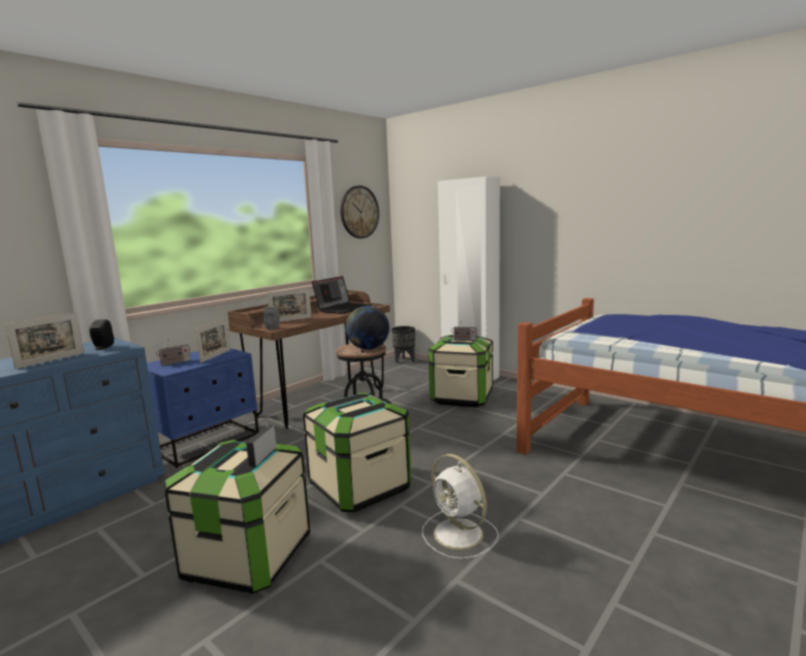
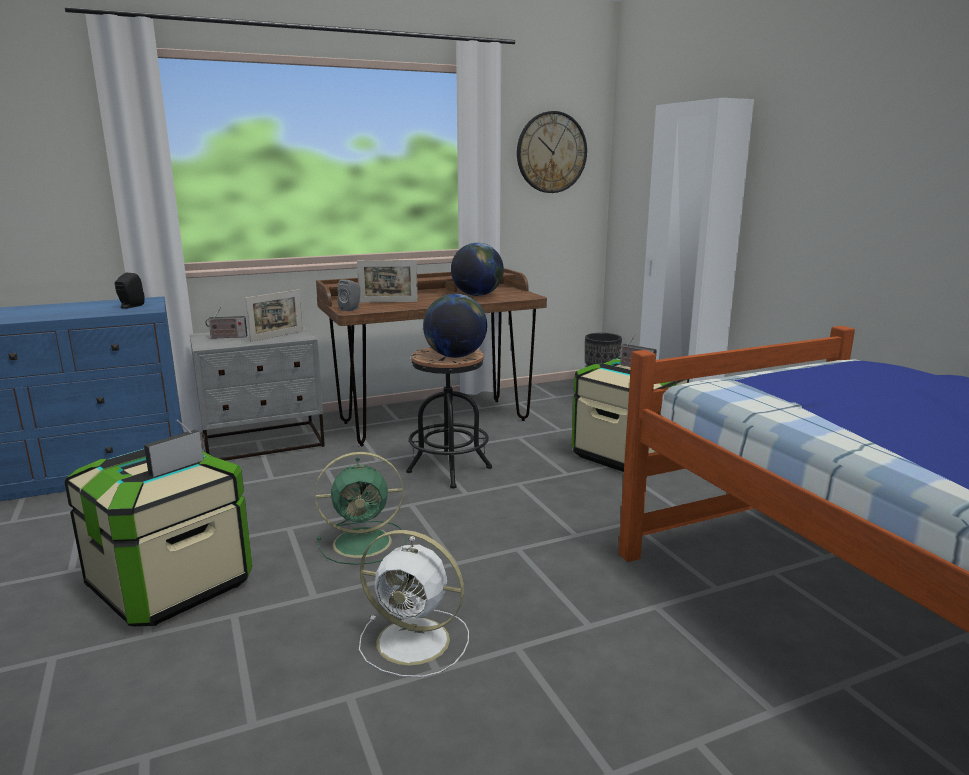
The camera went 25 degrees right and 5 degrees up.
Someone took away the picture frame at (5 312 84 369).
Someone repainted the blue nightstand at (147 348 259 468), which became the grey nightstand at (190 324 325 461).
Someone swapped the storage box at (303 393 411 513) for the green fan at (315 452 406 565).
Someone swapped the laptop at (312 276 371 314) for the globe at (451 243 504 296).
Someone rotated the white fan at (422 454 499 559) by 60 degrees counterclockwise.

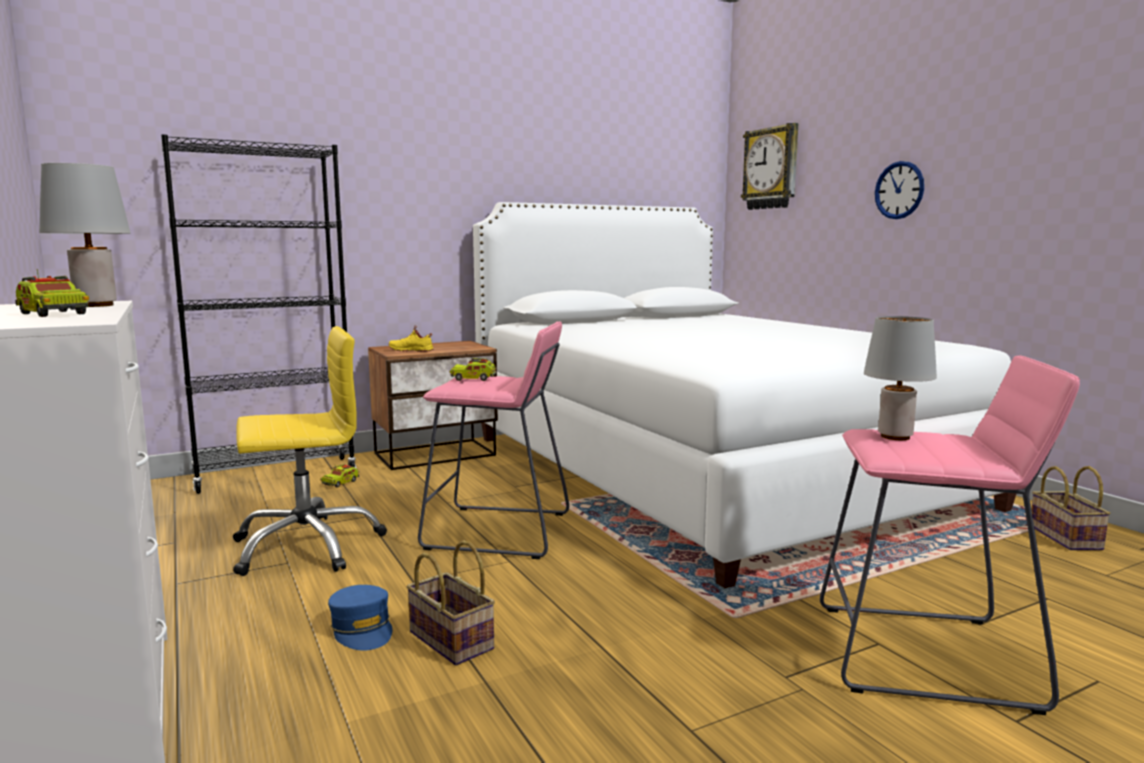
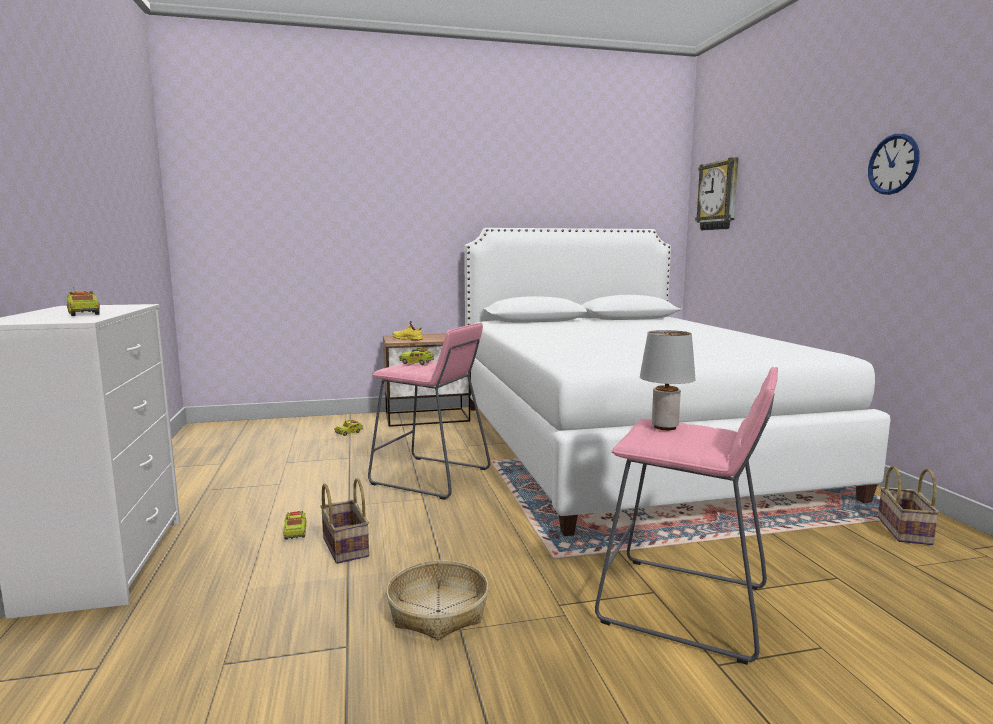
The camera went 15 degrees right and 0 degrees up.
Someone took away the grey table lamp at (39 163 131 307).
Someone took away the black bookcase at (161 135 356 494).
Someone took away the yellow office chair at (233 326 387 576).
Someone swapped the blue cap at (328 585 392 651) for the toy truck at (283 511 307 540).
Someone carried the wall clock from (875 161 924 219) to (868 134 920 195).
Someone put down the basket at (386 560 489 640).

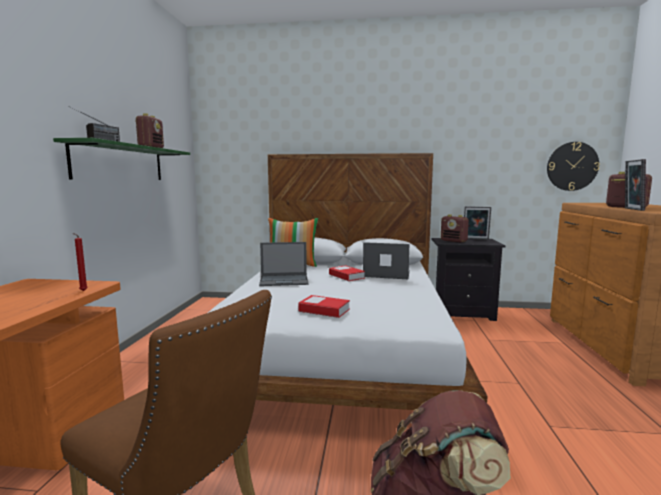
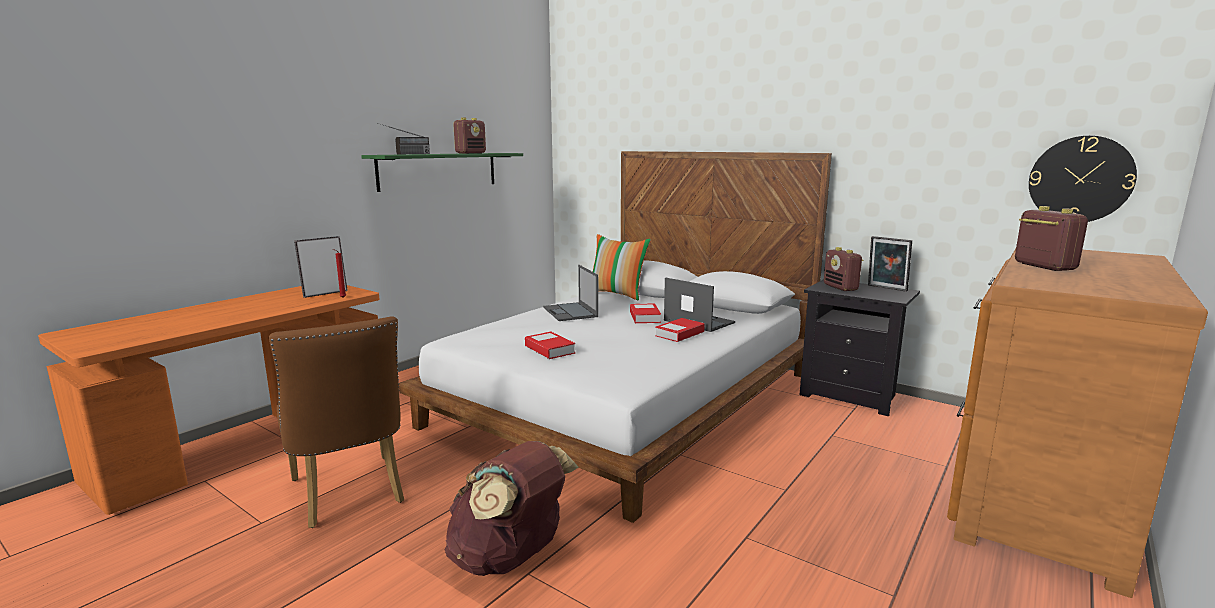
The camera went 30 degrees right and 5 degrees up.
Someone rotated the laptop at (259 242 309 286) by 45 degrees clockwise.
Someone carried the picture frame from (625 159 646 211) to (294 236 348 298).
Someone put down the book at (655 318 705 342).

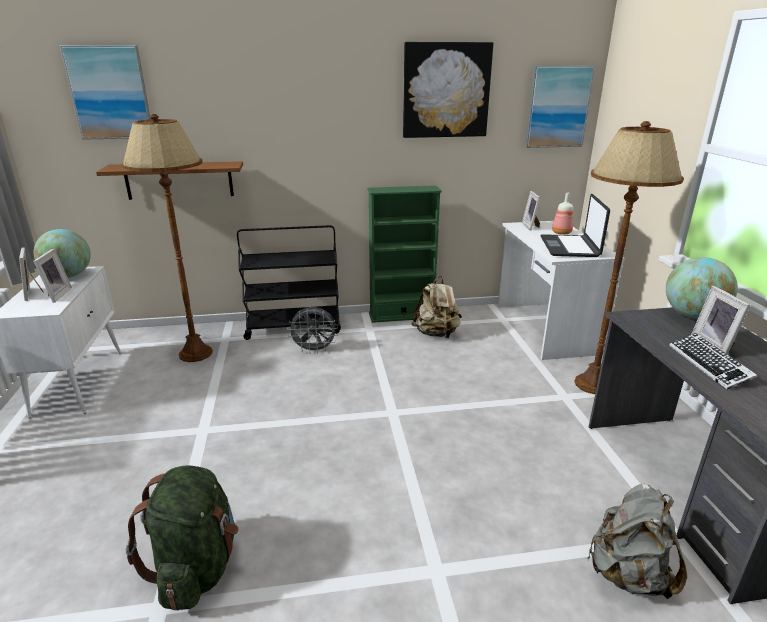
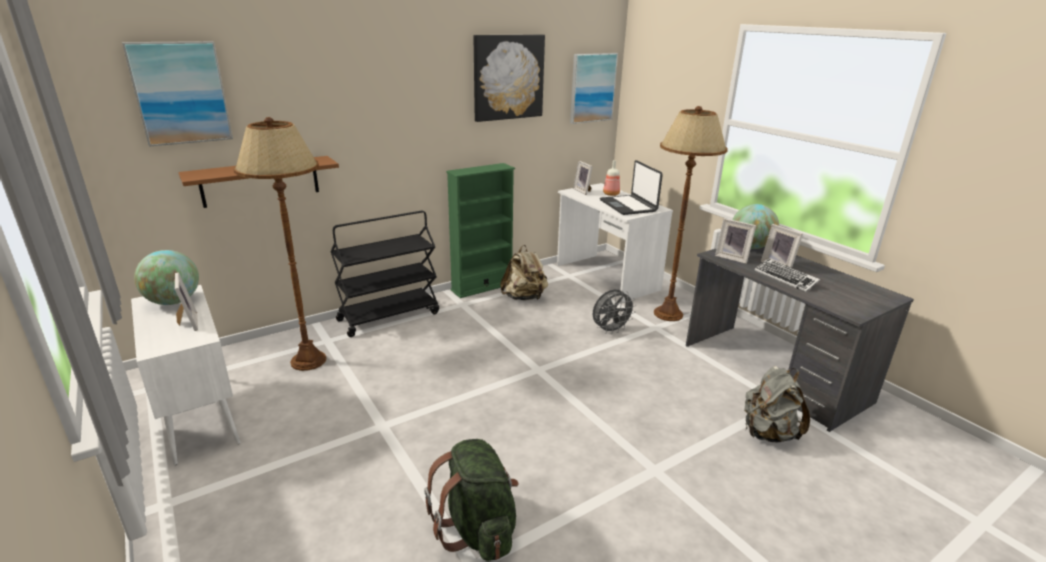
The camera went 25 degrees left and 0 degrees up.
Someone carried the picture frame from (19 248 45 301) to (715 218 756 264).
Someone carried the grey fan from (287 307 338 354) to (593 289 636 335).

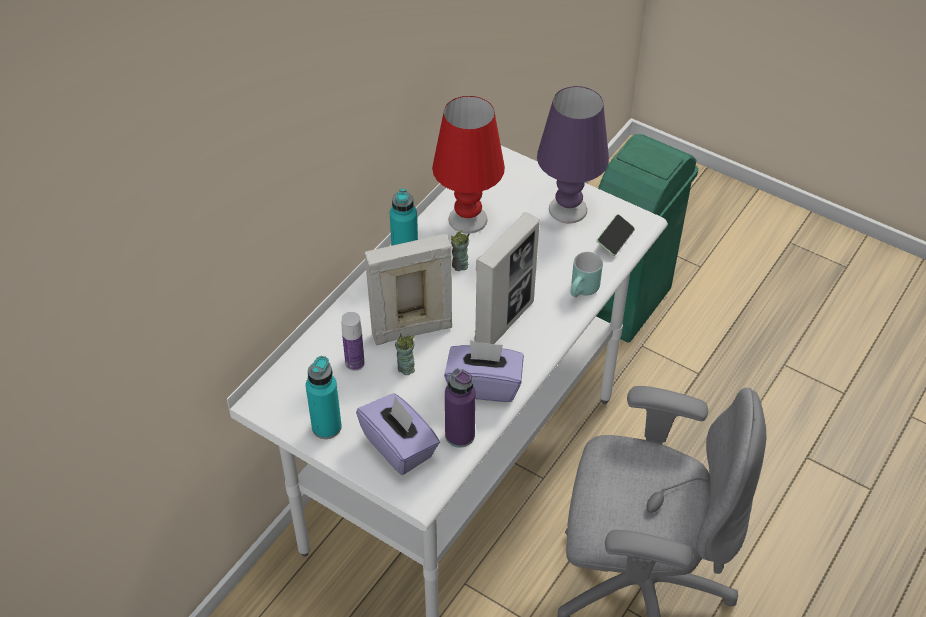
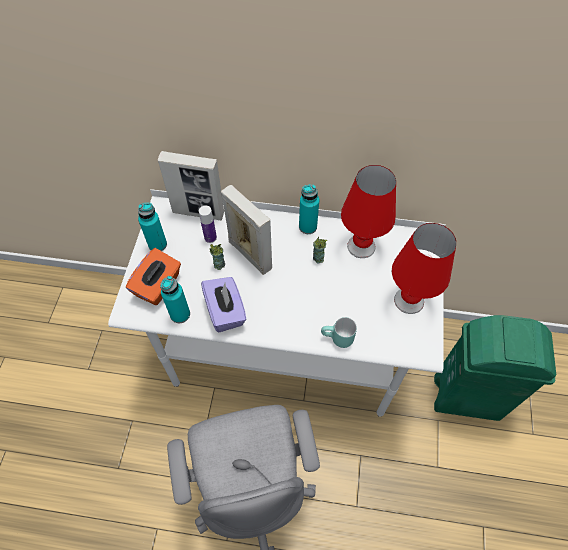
The camera went 65 degrees right and 10 degrees up.
Someone repainted the purple tissue box at (356 393 440 475), which became the orange tissue box at (126 248 181 305).
Someone repainted the purple bottle at (445 368 476 448), which became the turquoise bottle at (160 276 190 323).
Someone carried the picture frame from (475 212 540 344) to (158 151 224 220).
Someone repainted the purple table lamp at (537 86 609 223), which became the red table lamp at (391 223 456 314).
Someone took away the phone at (597 214 635 256).

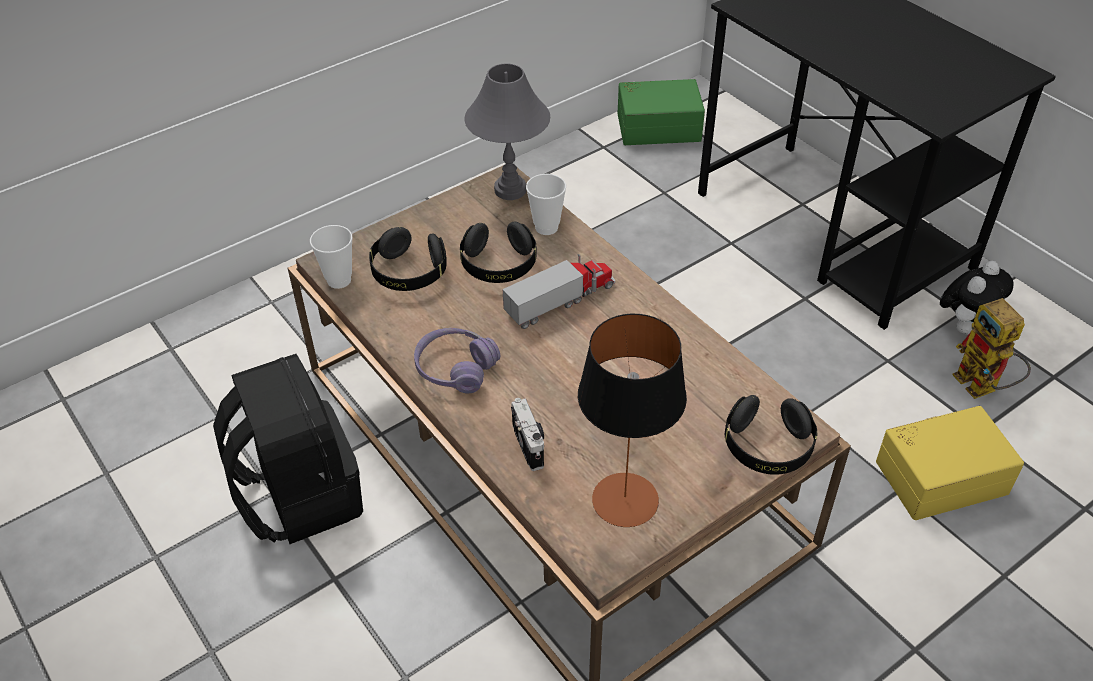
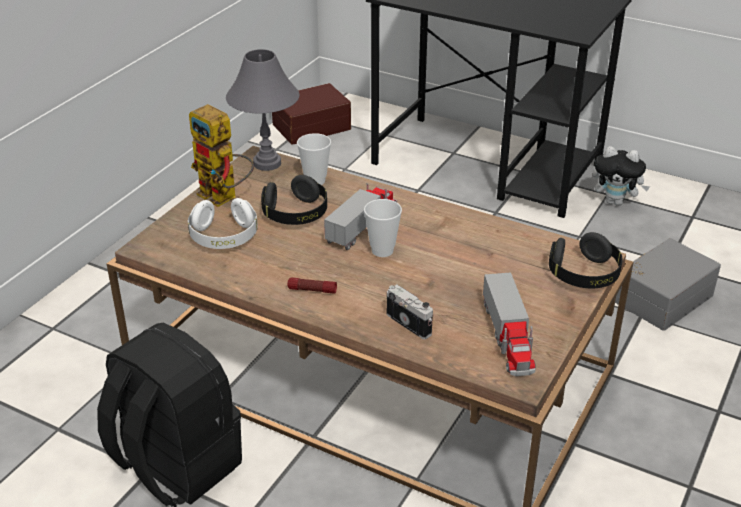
The camera went 25 degrees left and 10 degrees down.
Someone carried the cup from (310 225 353 289) to (364 199 402 257).
Someone repainted the black headphones at (369 227 447 291), which became the white headphones at (188 198 258 249).
Someone swapped the purple headphones at (414 328 500 394) for the flashlight at (287 277 337 294).
Someone swapped the table lamp at (578 314 687 527) for the toy truck at (483 272 536 376).
Someone repainted the green storage box at (618 79 705 145), which became the brown storage box at (272 83 351 145).
Someone repainted the yellow storage box at (876 406 1024 520), which became the grey storage box at (615 238 721 331).
Someone rotated the plush toy at (940 261 1013 335) by 90 degrees clockwise.
Someone carried the toy robot from (952 298 1031 399) to (189 104 254 207).

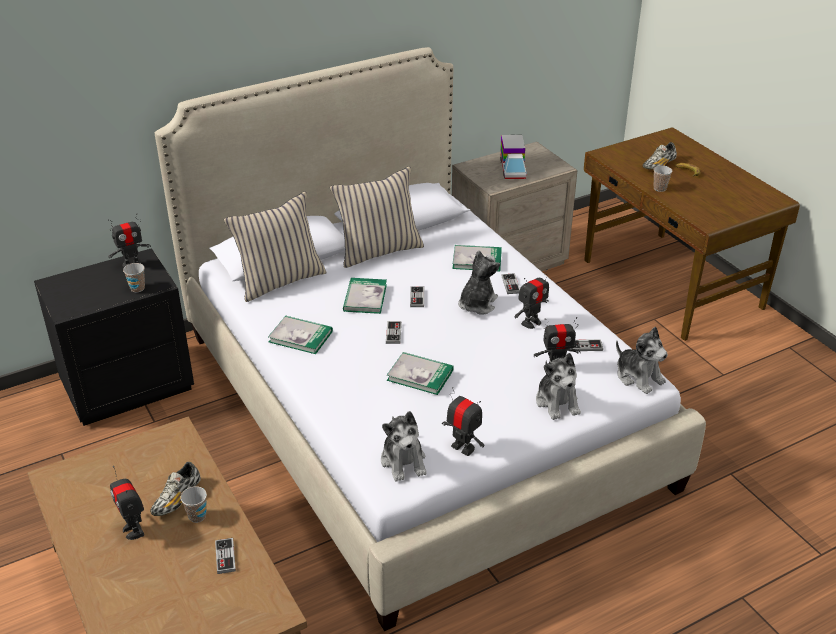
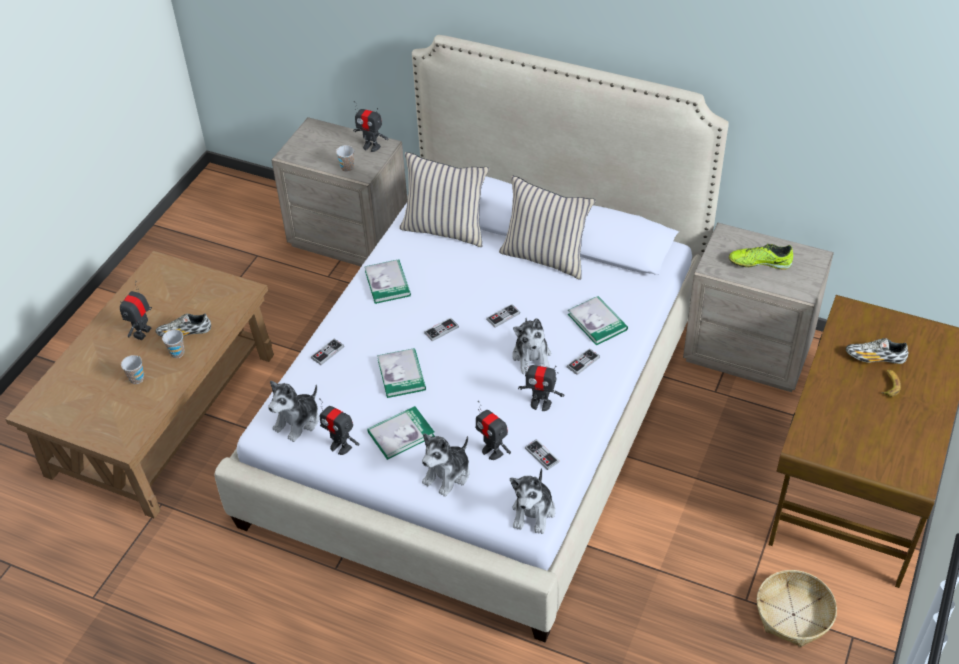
The camera went 55 degrees right and 10 degrees up.
Someone repainted the black nightstand at (34 248 194 426), which became the beige nightstand at (271 117 407 266).
Someone carried the game controller from (215 538 236 574) to (311 339 344 365).
Someone carried the book from (343 278 387 314) to (367 406 435 460).
Someone rotated the toy robot at (442 387 484 456) by 120 degrees clockwise.
Someone rotated the plush toy at (458 250 500 315) by 90 degrees clockwise.
Someone swapped the toy truck at (500 135 526 179) for the shoe at (729 244 793 270).
Someone carried the cup from (654 165 672 192) to (121 355 144 384).
Someone put down the basket at (757 570 837 647).

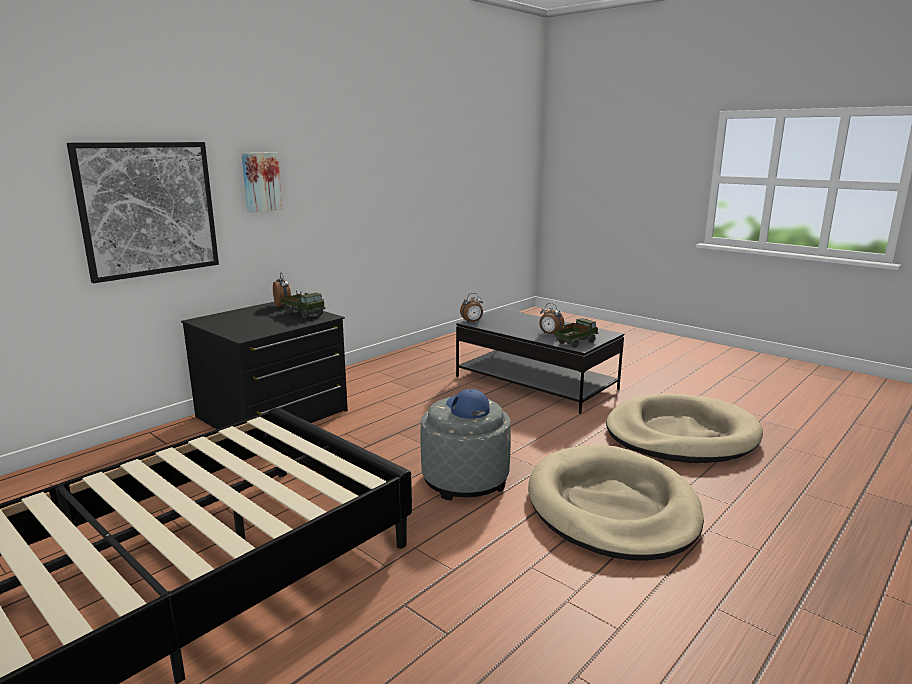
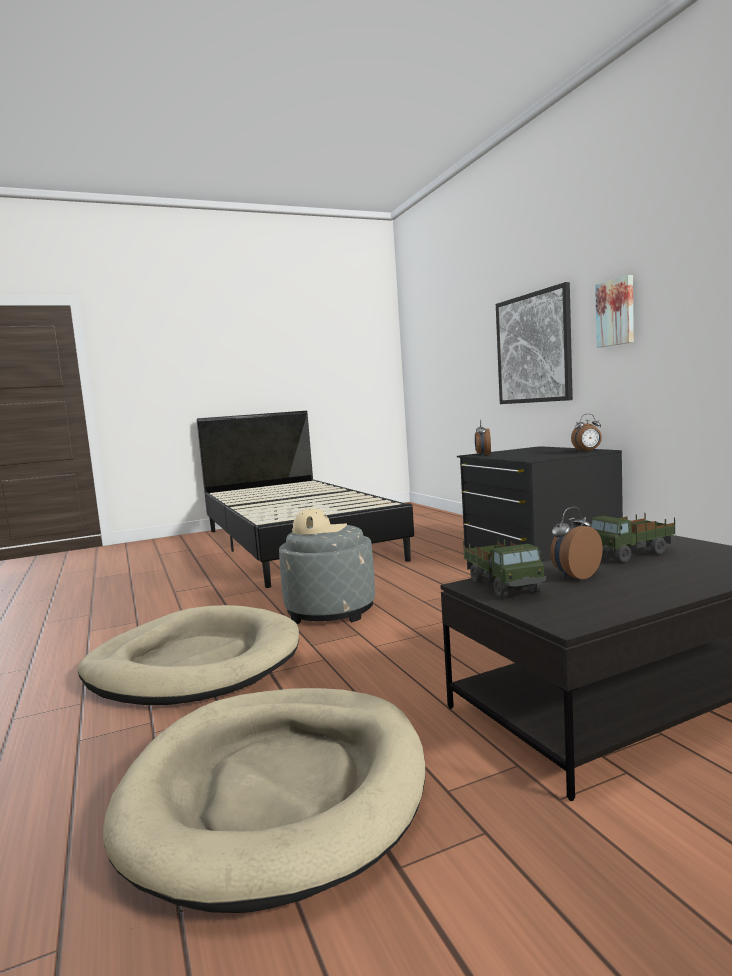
The camera went 115 degrees right and 10 degrees down.
Someone carried the toy truck from (280 290 326 319) to (591 513 675 563).
Someone repainted the blue cap at (446 389 490 419), which became the beige cap at (292 508 347 534).
Someone carried the alarm clock from (460 293 483 323) to (475 420 491 456).

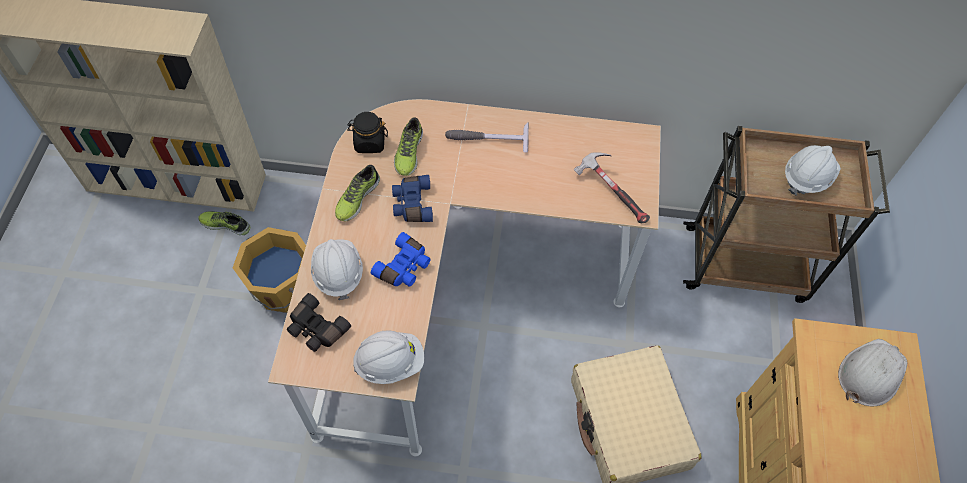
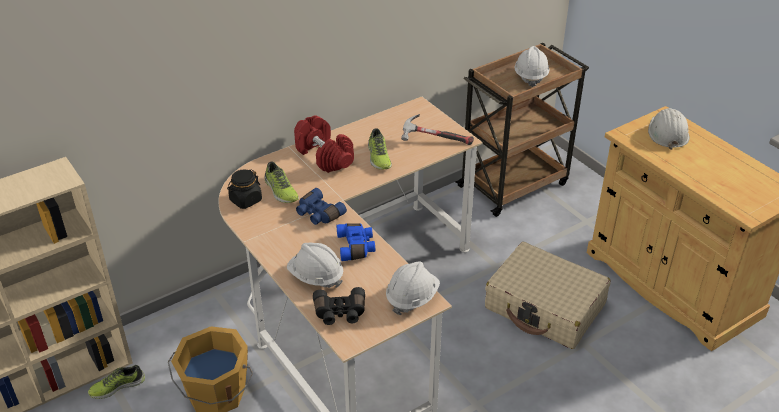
The camera went 40 degrees left and 20 degrees down.
Someone carried the shoe from (335 165 380 221) to (368 128 392 170).
Someone swapped the hammer at (445 122 529 152) for the red dumbbell at (294 115 354 173).

